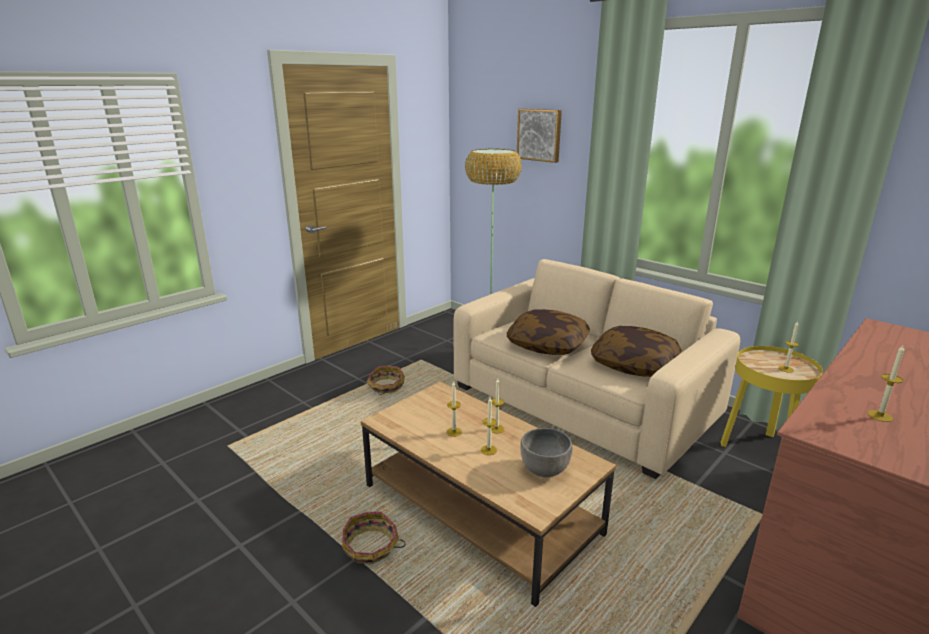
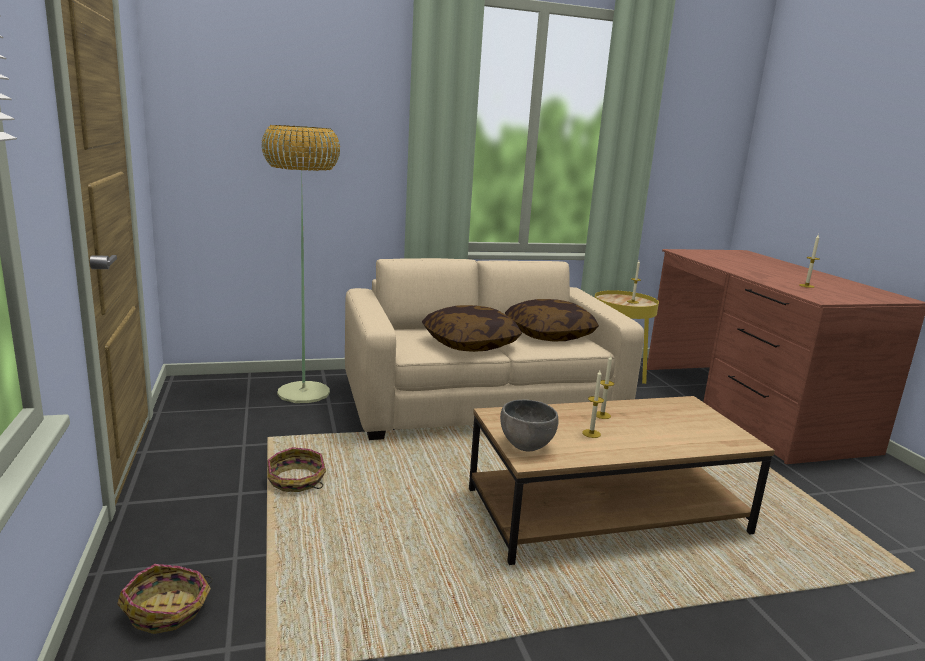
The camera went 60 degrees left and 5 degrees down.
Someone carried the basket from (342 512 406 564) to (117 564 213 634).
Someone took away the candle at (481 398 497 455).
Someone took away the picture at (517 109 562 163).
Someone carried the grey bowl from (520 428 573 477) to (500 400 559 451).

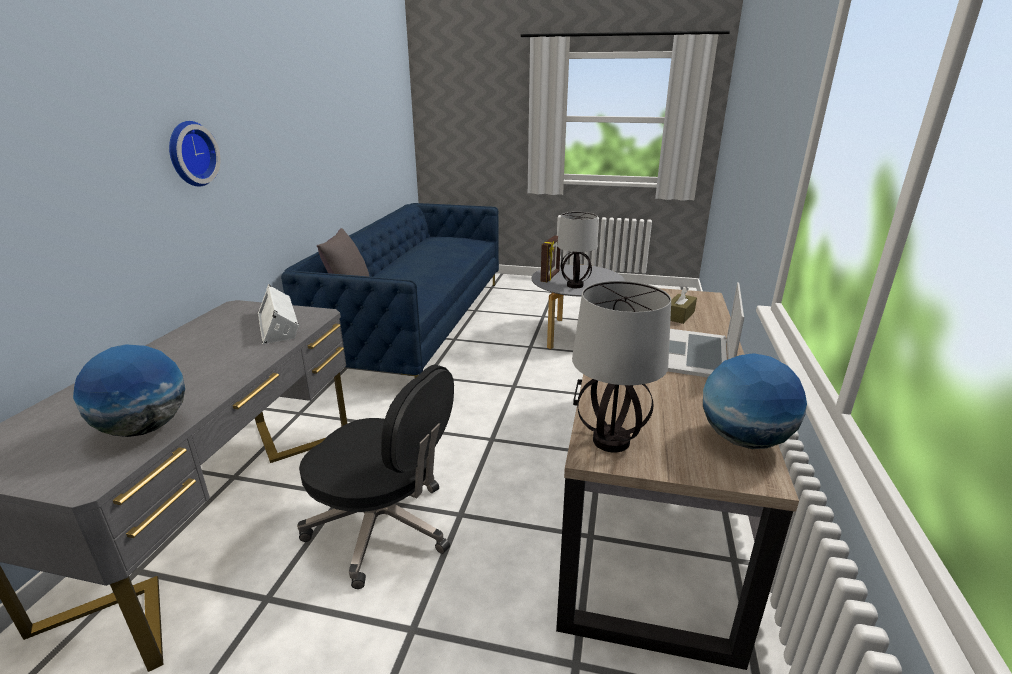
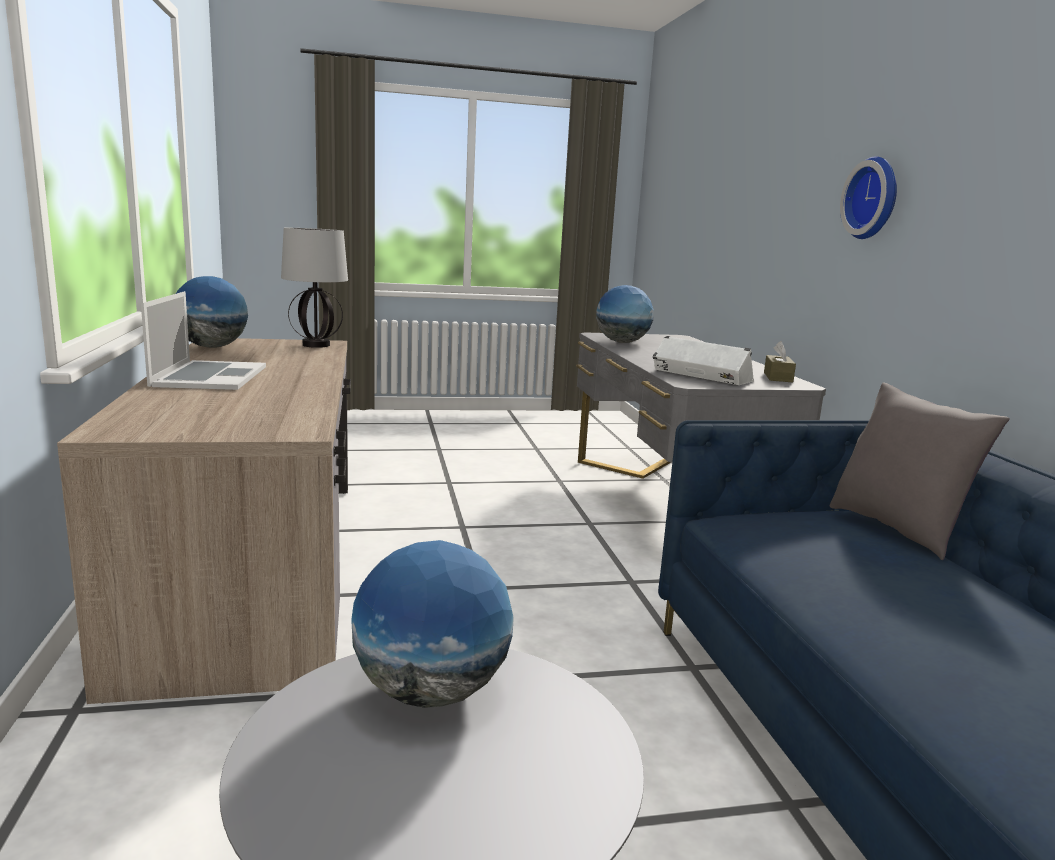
The camera went 155 degrees right and 10 degrees down.
Someone took away the black office chair at (297 364 454 589).
Someone took away the picture frame at (541 235 560 282).
Someone swapped the table lamp at (557 212 598 288) for the globe at (351 540 514 708).
Someone carried the brown tissue box from (670 286 697 324) to (764 341 796 382).

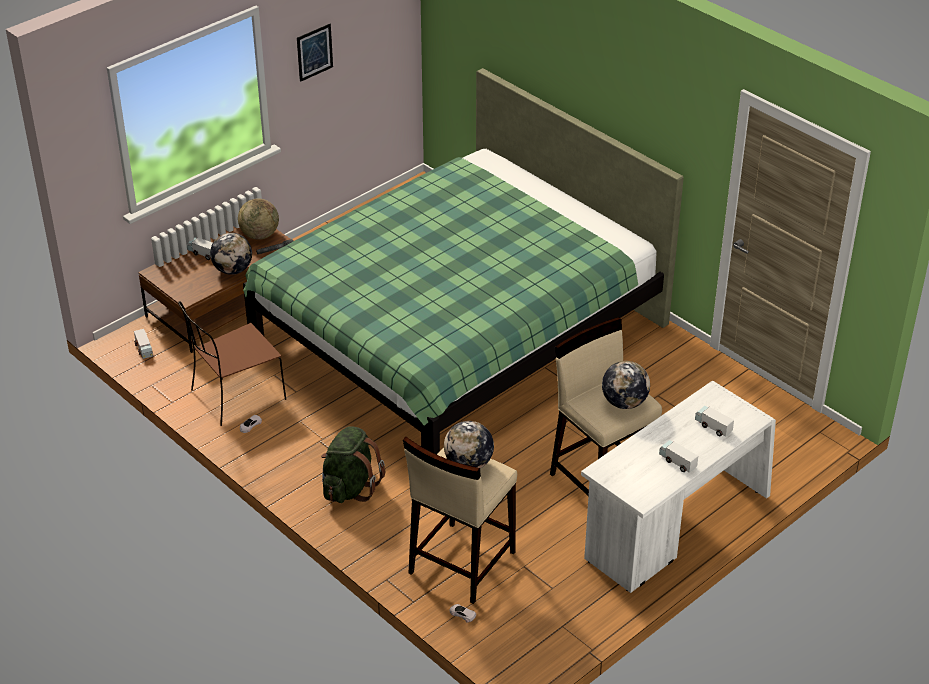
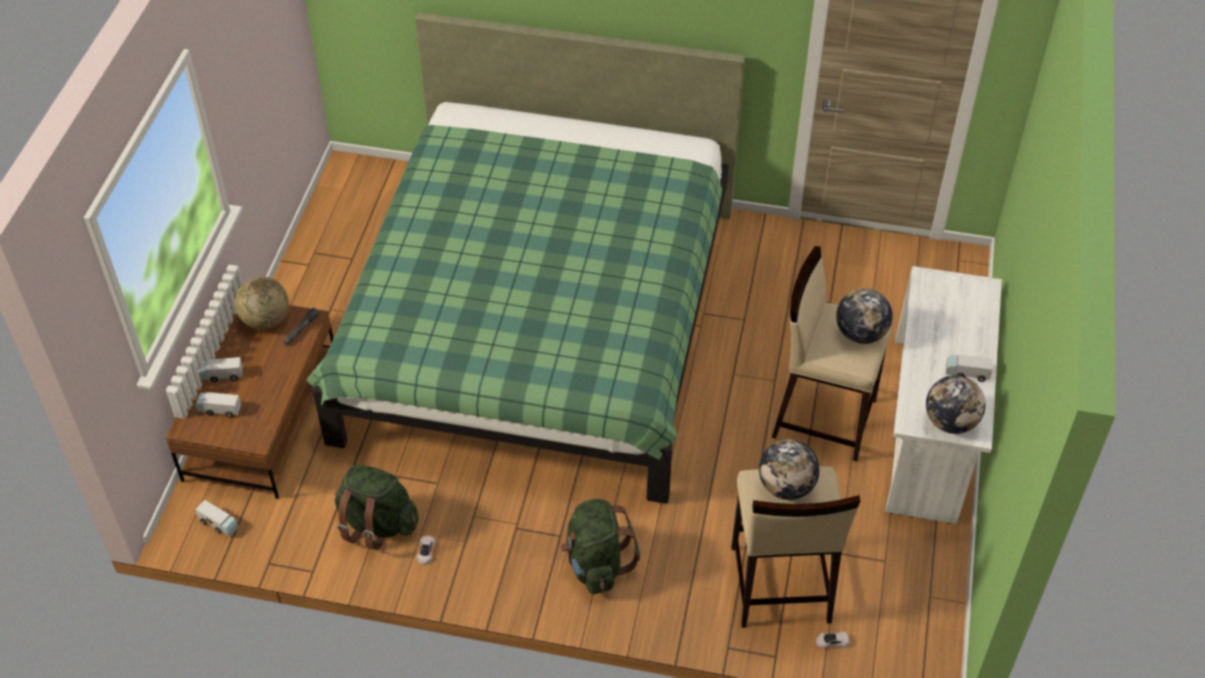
The camera went 35 degrees left and 10 degrees up.
Someone swapped the brown chair at (178 301 286 426) for the green backpack at (335 465 419 550).
Someone carried the globe from (210 233 252 275) to (926 375 986 434).
Someone took away the picture at (297 24 333 82).
Someone carried the toy truck from (695 406 734 437) to (195 392 241 418).

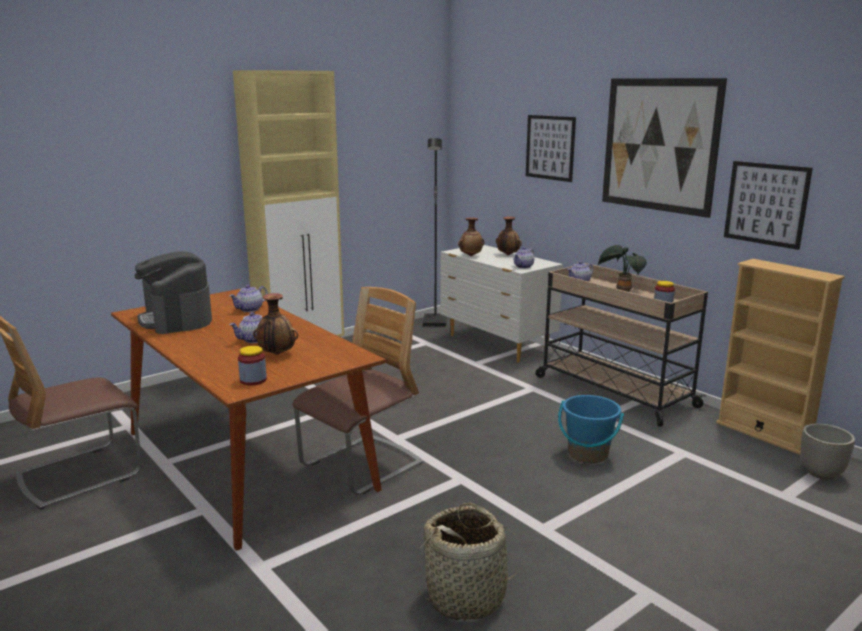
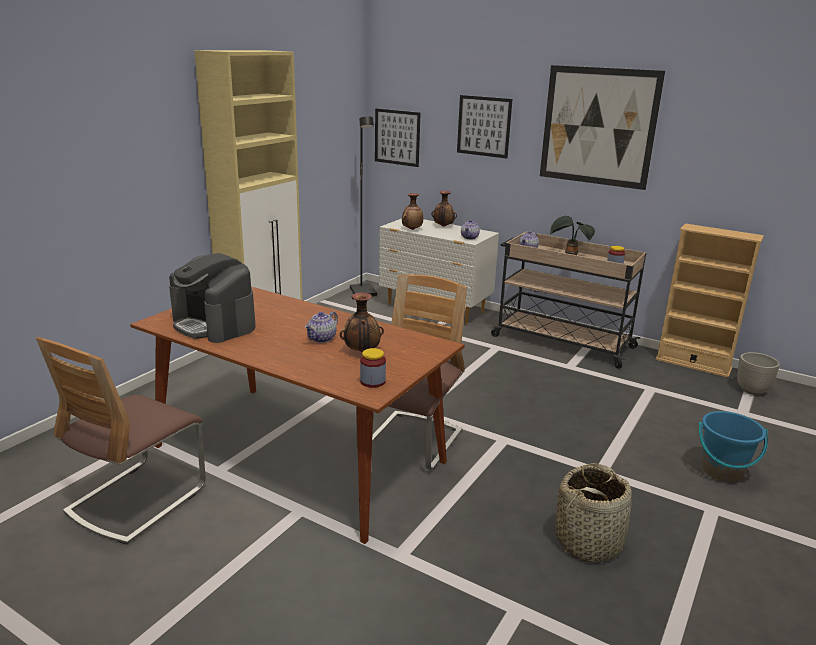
The camera went 20 degrees left and 5 degrees up.
Someone took away the teapot at (229 285 268 312).
Someone carried the blue bucket from (558 395 624 463) to (699 411 768 482).
Someone carried the picture from (724 161 813 250) to (375 108 421 167).

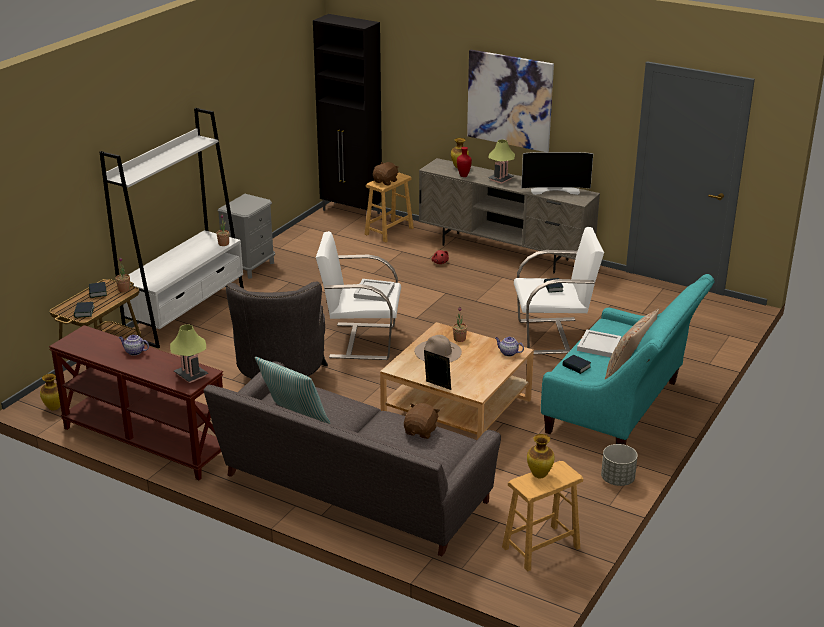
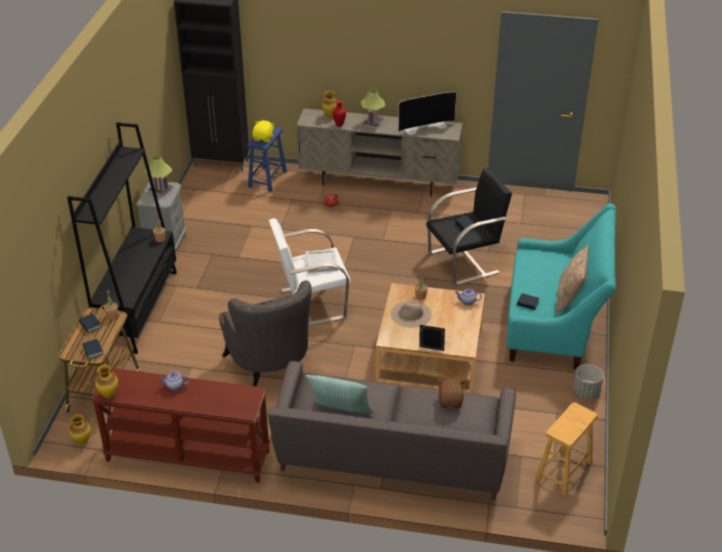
The camera went 20 degrees left and 10 degrees up.
Someone repainted the white bookcase at (100 108 244 348), which became the black bookcase at (67 123 177 354).
Someone carried the table lamp from (170 324 208 383) to (145 155 174 196).
Someone repainted the brown stool at (365 172 414 242), which became the blue stool at (247 126 287 192).
Someone repainted the brown plush toy at (373 162 399 185), which became the yellow plush toy at (252 120 274 143).
Someone took away the picture at (467 50 554 152).
Someone repainted the white armchair at (514 227 604 354), which became the black armchair at (426 168 512 286).
Someone carried the vase from (527 434 555 478) to (95 364 118 398).
Someone took away the white tray at (577 330 622 357).

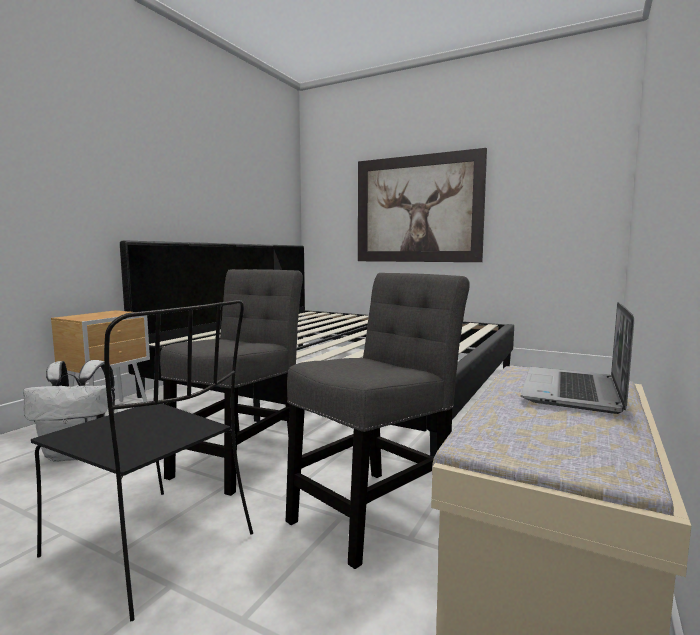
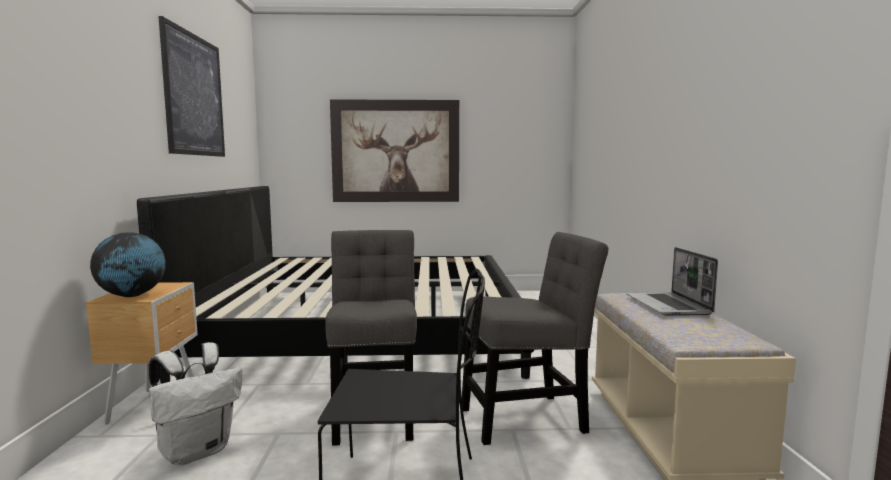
The camera went 30 degrees left and 0 degrees up.
Someone rotated the grey chair at (286 273 470 569) by 60 degrees clockwise.
Someone put down the globe at (90 232 166 297).
Someone put up the picture at (158 16 225 157).

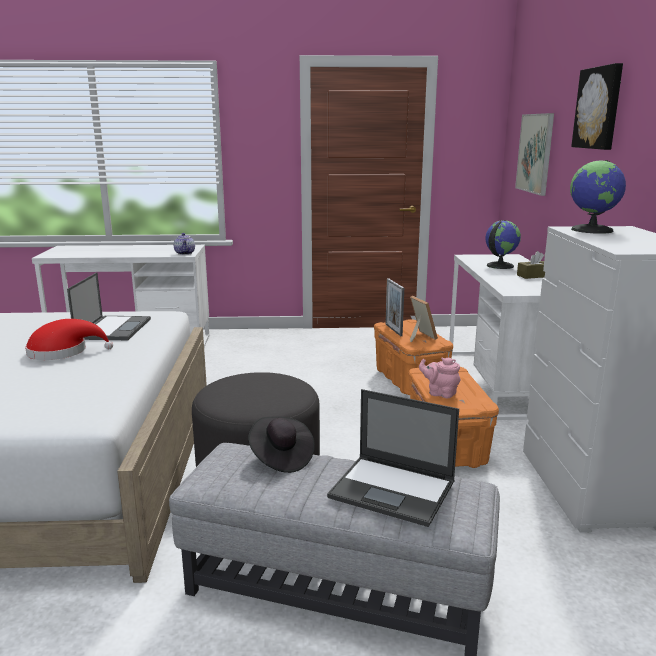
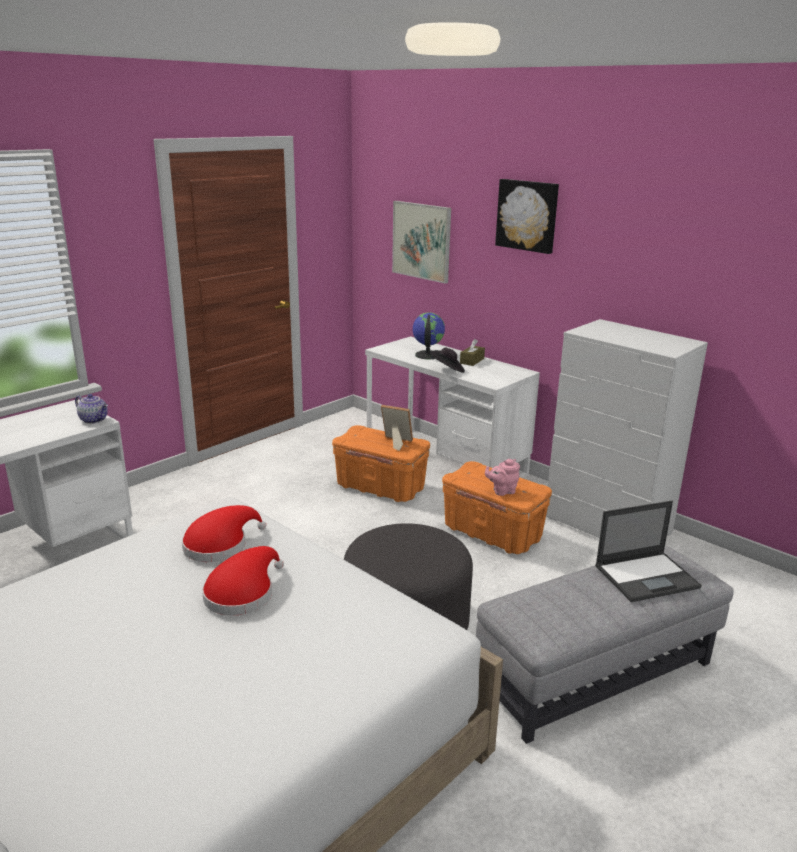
The camera went 45 degrees left and 5 degrees up.
Someone swapped the laptop at (67 272 151 340) for the red hat at (182 505 266 562).
Someone carried the black hat from (248 416 315 473) to (429 347 465 373).
Someone took away the picture frame at (385 278 404 336).
Someone took away the globe at (570 160 626 234).

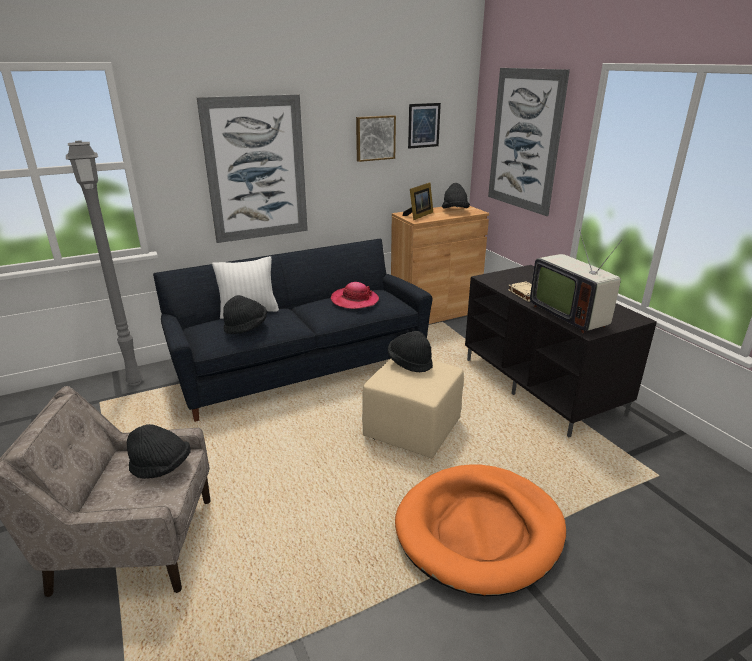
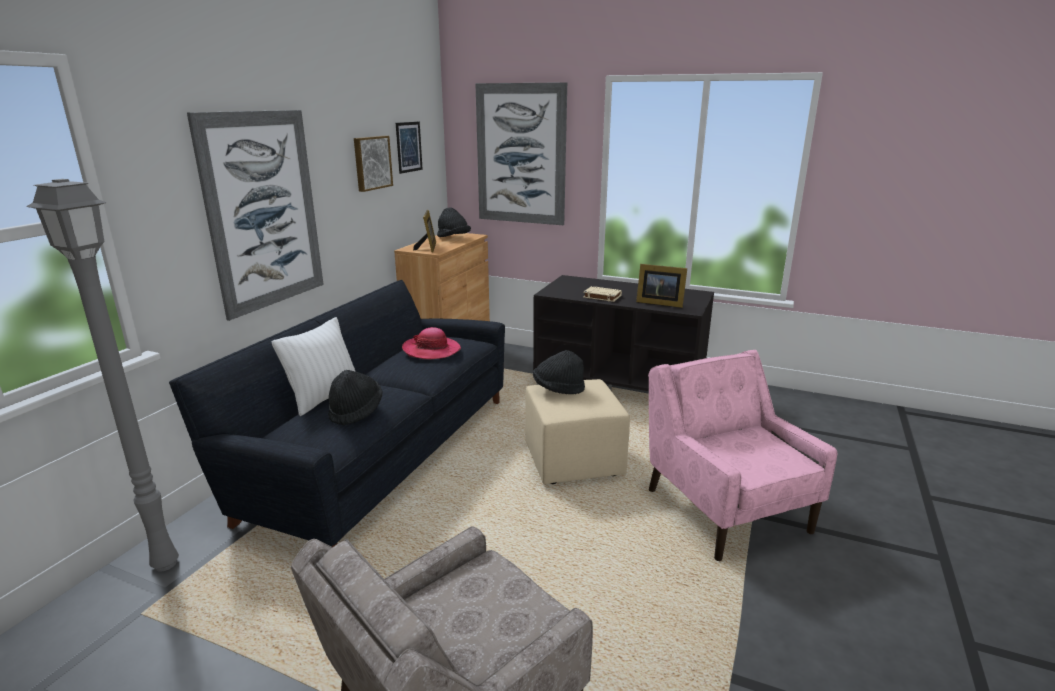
The camera went 40 degrees left and 5 degrees down.
Someone took away the black hat at (127 424 191 479).
Someone swapped the orange dog bed at (395 465 566 596) for the pink armchair at (648 350 837 561).
Someone swapped the television at (530 229 622 333) for the picture frame at (636 264 687 308).

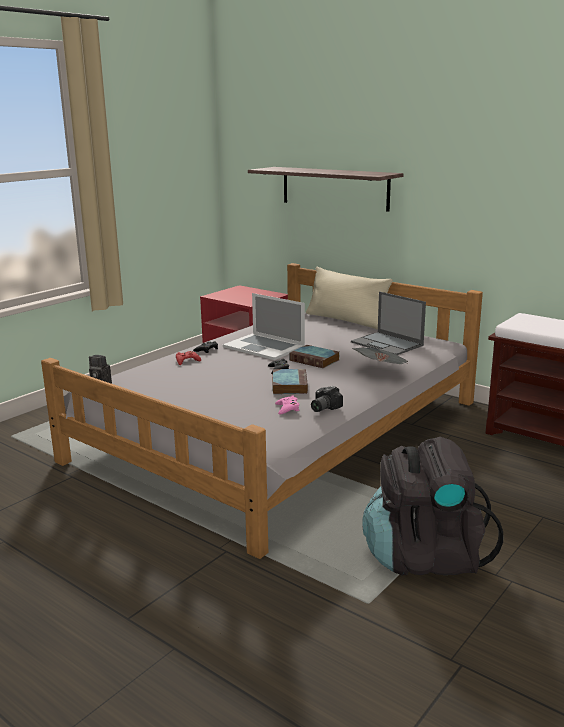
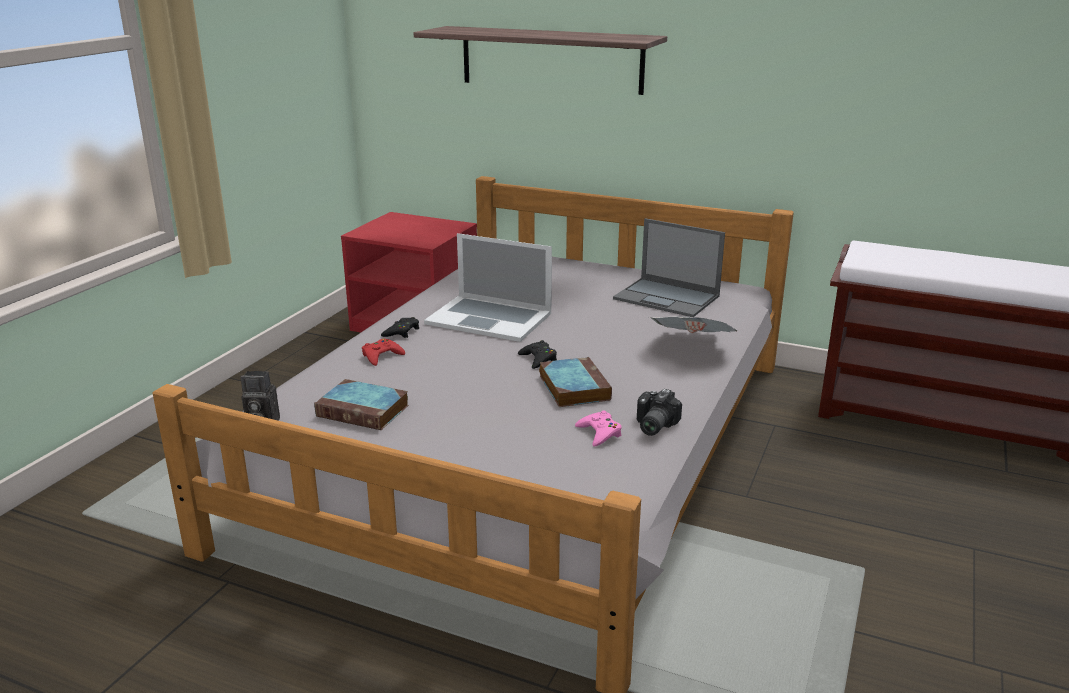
The camera went 15 degrees left and 5 degrees up.
Someone carried the book from (289 345 339 368) to (314 379 409 430).
Someone took away the beige pillow at (306 267 393 330).
Someone took away the black backpack at (362 437 503 575).

